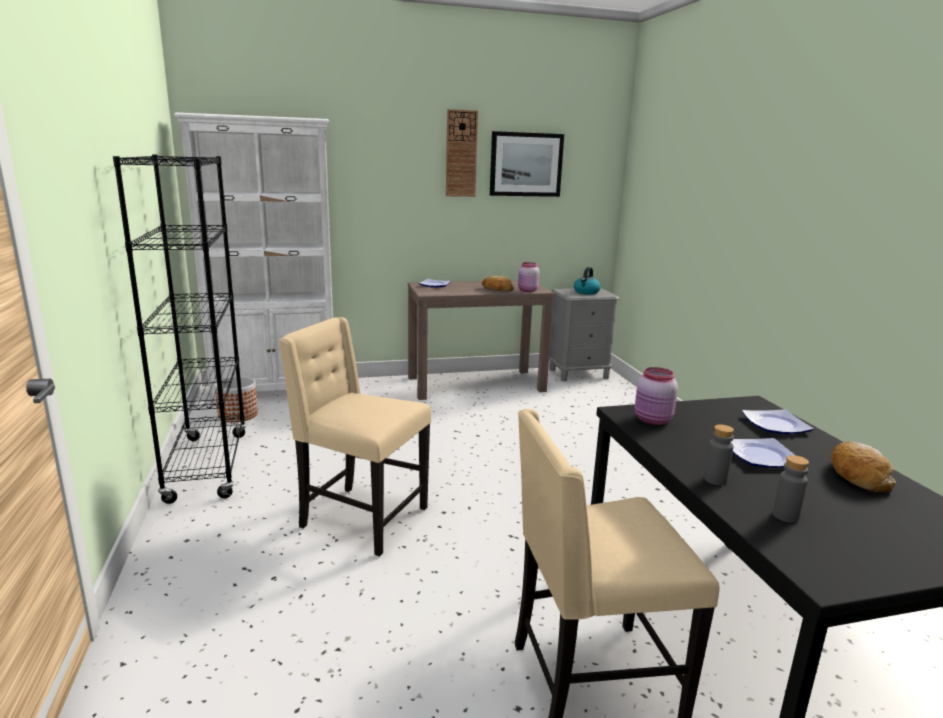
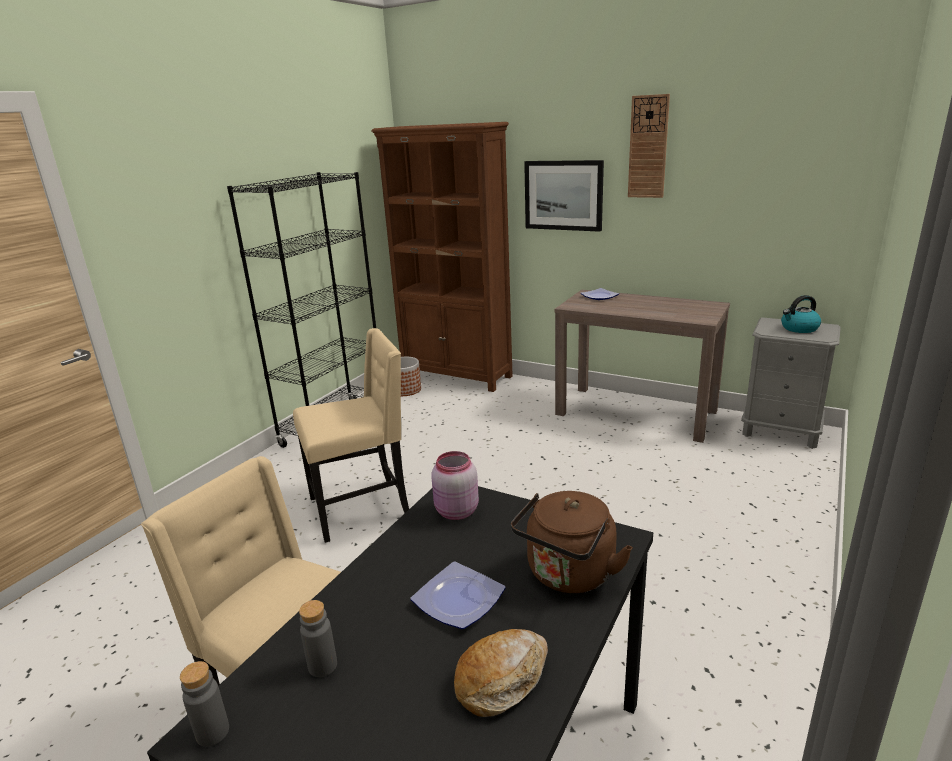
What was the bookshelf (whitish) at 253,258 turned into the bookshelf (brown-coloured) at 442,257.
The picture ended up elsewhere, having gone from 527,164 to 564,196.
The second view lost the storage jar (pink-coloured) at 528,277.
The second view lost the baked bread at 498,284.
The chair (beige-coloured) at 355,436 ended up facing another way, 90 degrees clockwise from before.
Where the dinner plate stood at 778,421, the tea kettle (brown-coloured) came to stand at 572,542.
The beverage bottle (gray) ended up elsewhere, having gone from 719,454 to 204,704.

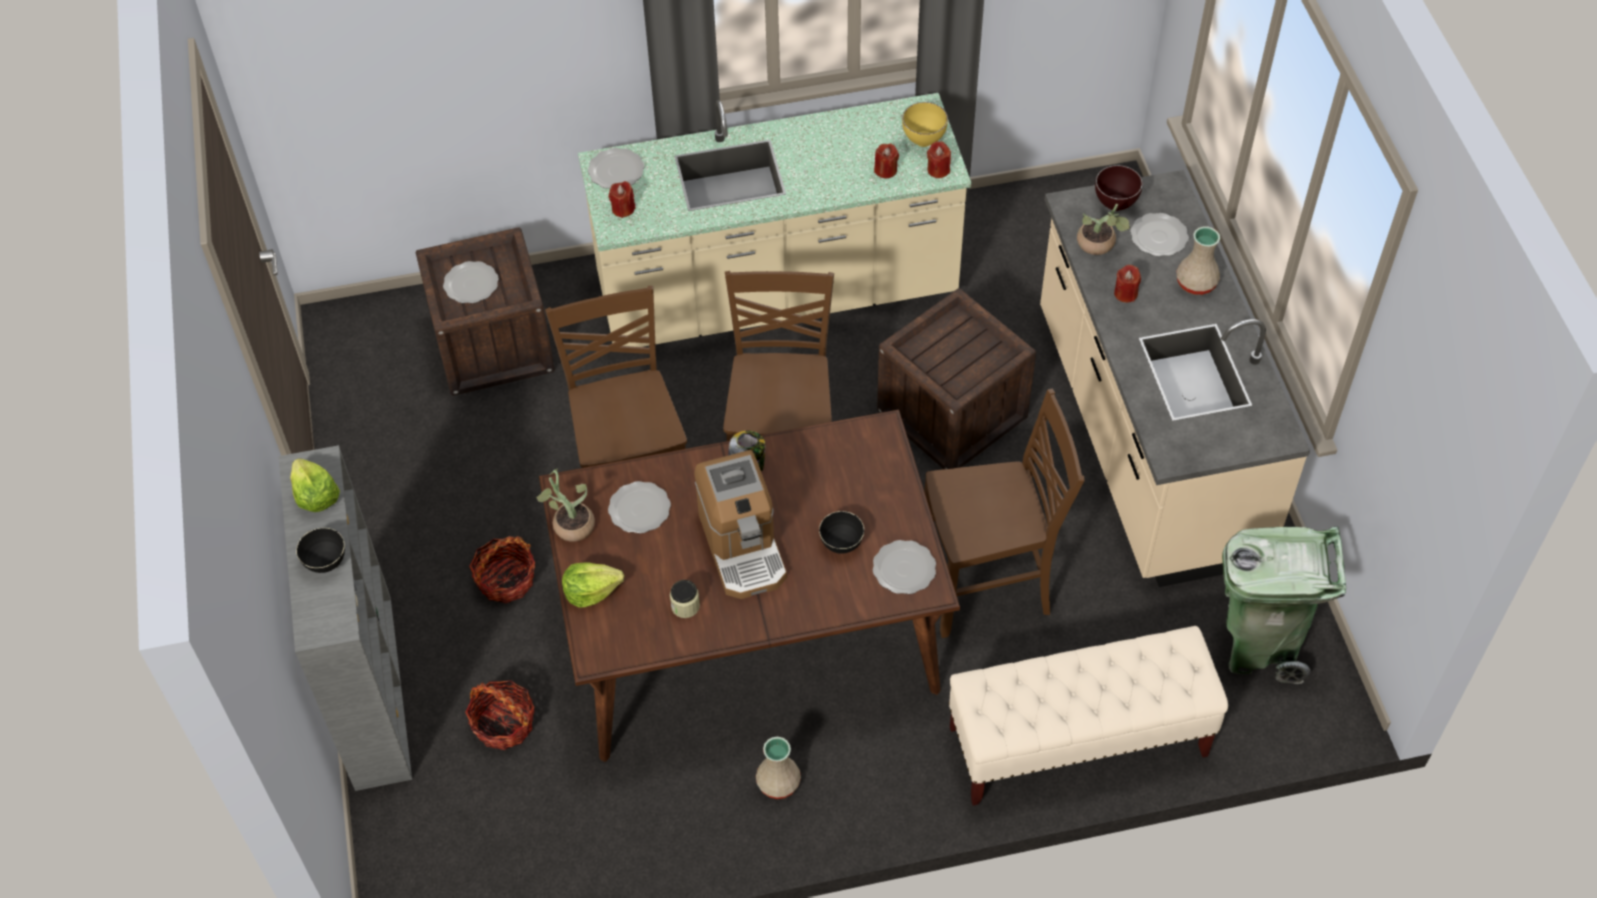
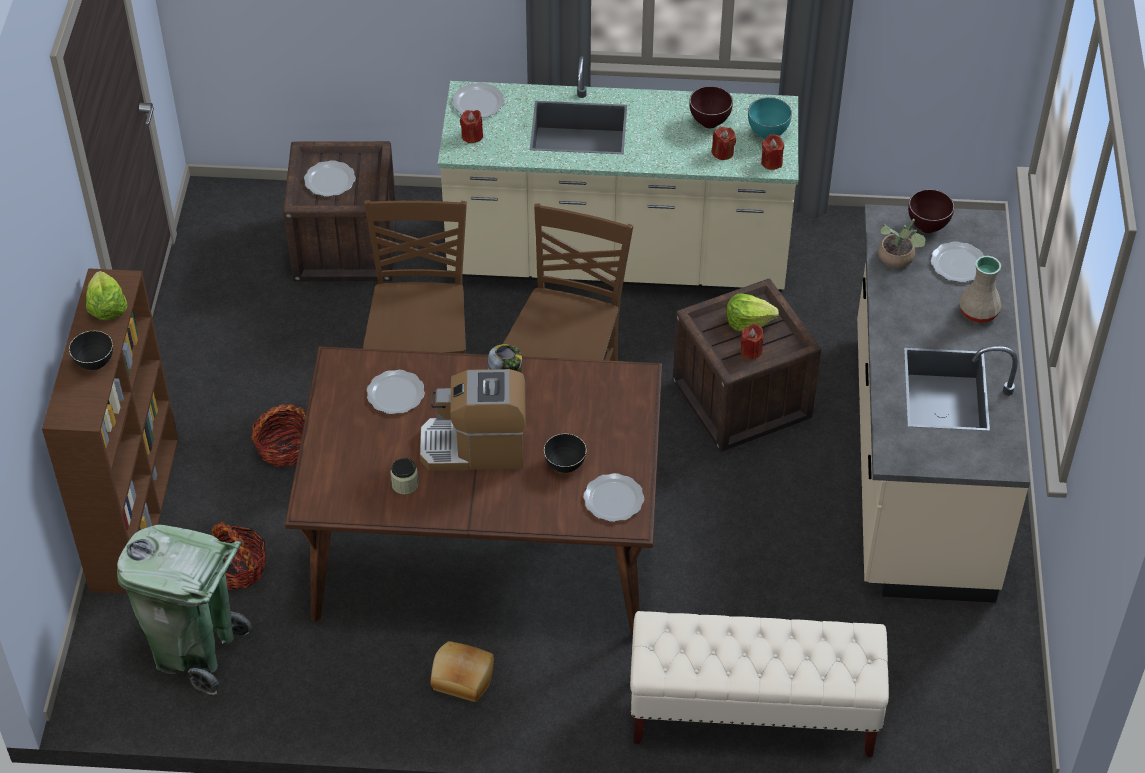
What was the serving bowl (yellow) at 925,124 turned into the serving bowl (turquoise-coloured) at 770,118.
The wax candle (red) ended up elsewhere, having gone from 1127,283 to 752,341.
The second view lost the chair (brown-coloured) at 1004,513.
What was the bookshelf (gray) at 345,618 turned into the bookshelf (brown-coloured) at 110,431.
The coffee maker at 741,524 ended up facing another way, 90 degrees clockwise from before.
The second view lost the houseplant at 565,505.
The waste bin (green-coloured) ended up elsewhere, having gone from 1284,605 to 184,610.
The lettuce ended up elsewhere, having gone from 593,585 to 752,313.
Where the flower vase (beige-coloured) stood at 778,768, the baked bread came to stand at 462,671.
The second view gained the serving bowl (brown-coloured) at 711,107.

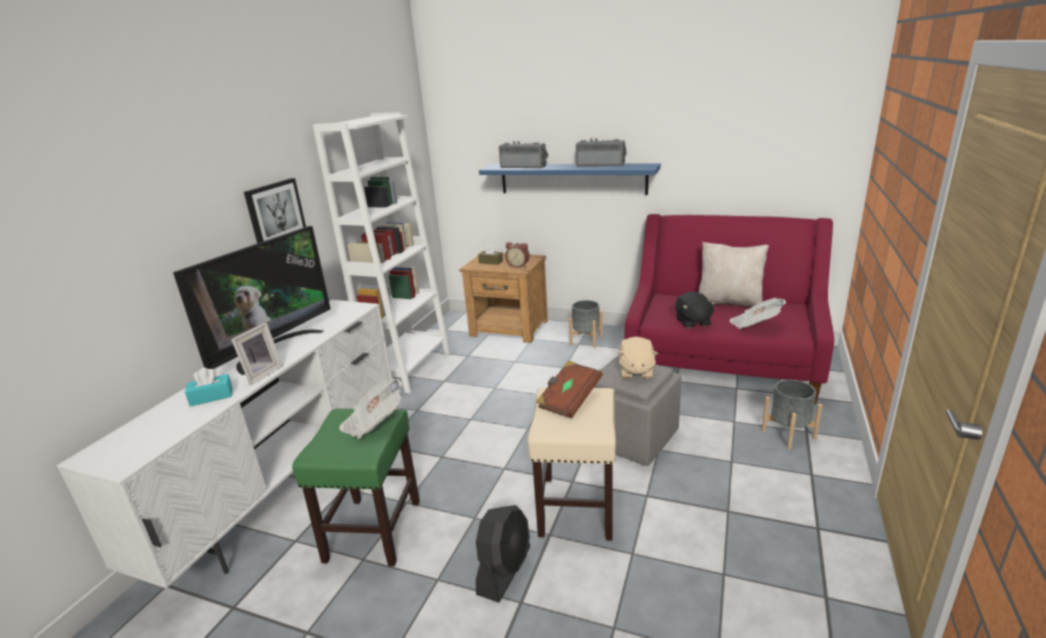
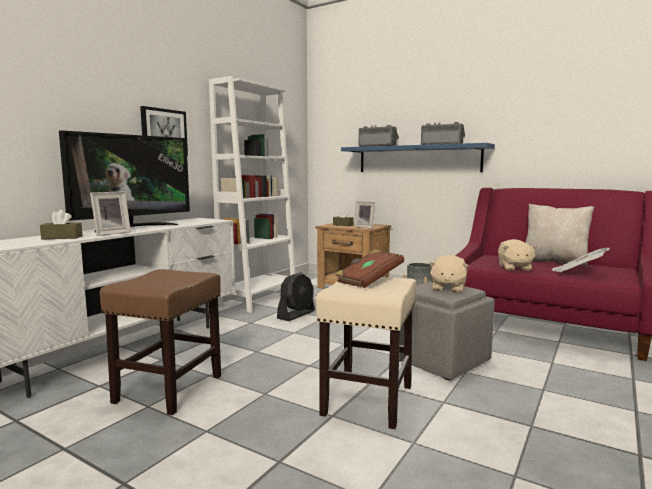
Where the bedside clock stood at 517,255, the picture frame came to stand at 364,214.
What was the cuddly toy (black) at 695,310 turned into the cuddly toy (beige-coloured) at 517,255.
What was the tissue box (turquoise-coloured) at 209,387 turned into the tissue box (brown-coloured) at 61,224.
The second view lost the daily paper at 371,409.
The second view lost the planter (gray) at 792,414.
What was the sitting stool (green-coloured) at 356,487 turned into the sitting stool (brown-coloured) at 160,342.
The electric fan (black) ended up elsewhere, having gone from 503,553 to 296,296.

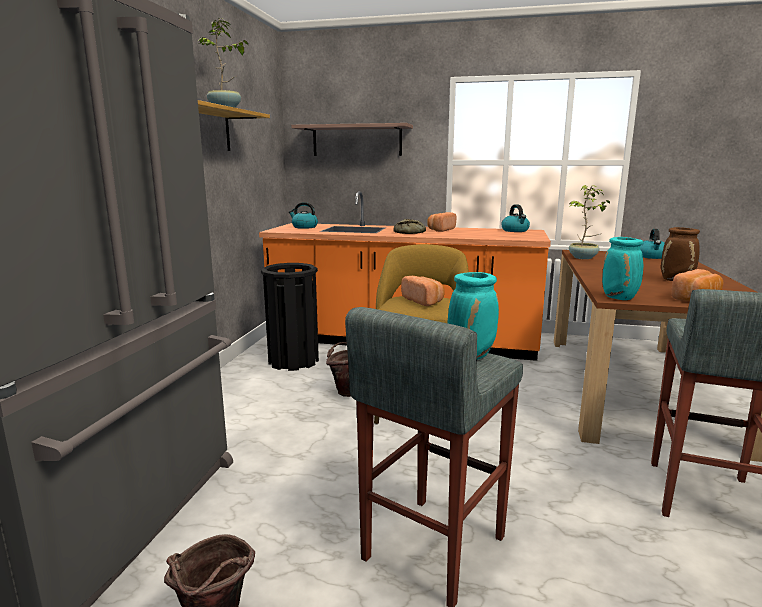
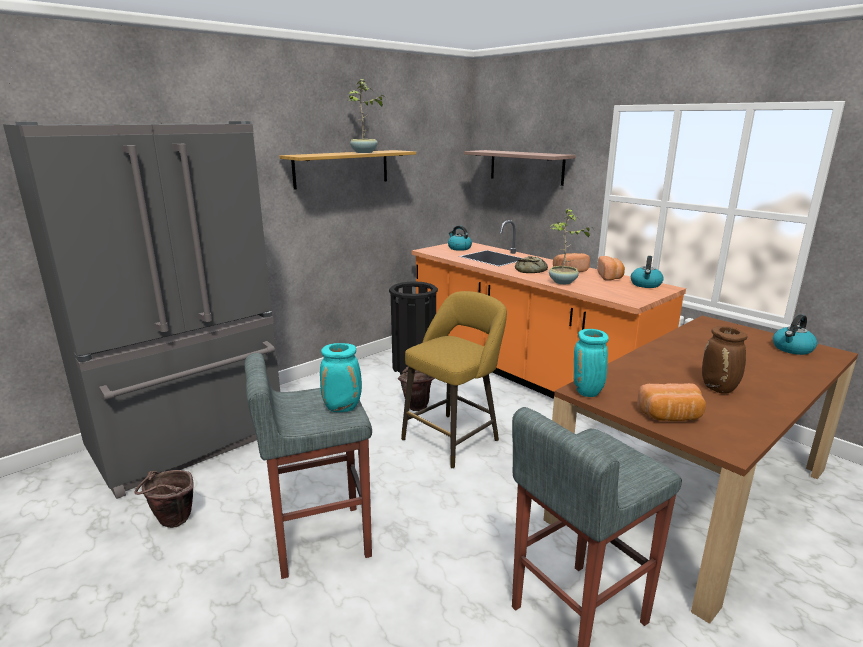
The houseplant ended up elsewhere, having gone from 589,222 to 569,246.
The baked bread ended up elsewhere, having gone from 423,291 to 611,268.

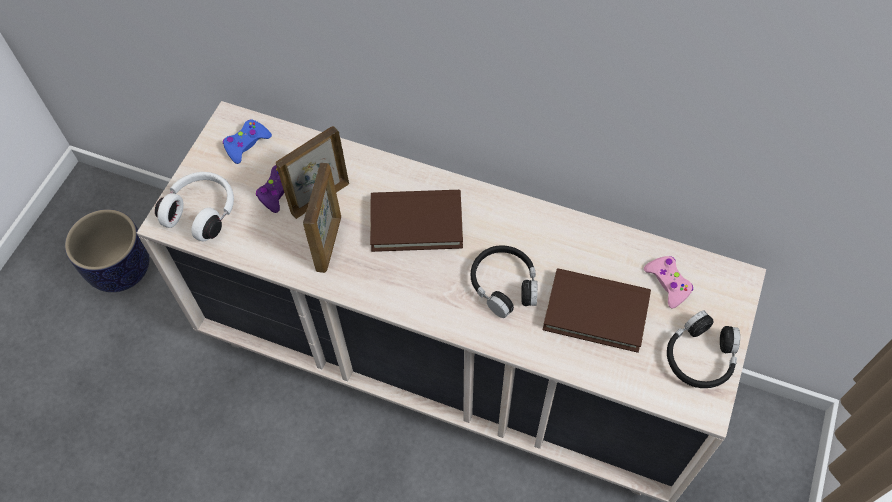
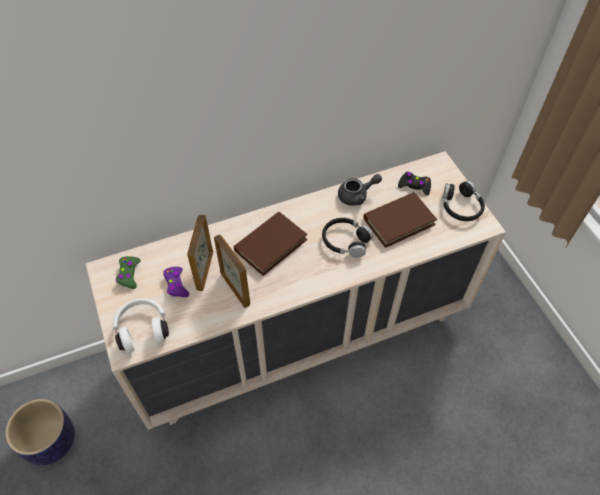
What was the joypad (bluish) at 247,141 turned into the joypad (green-coloured) at 128,272.
What was the joypad (pink-coloured) at 668,282 turned into the joypad (black) at 414,184.
The second view gained the pot for tea (gray) at 360,190.

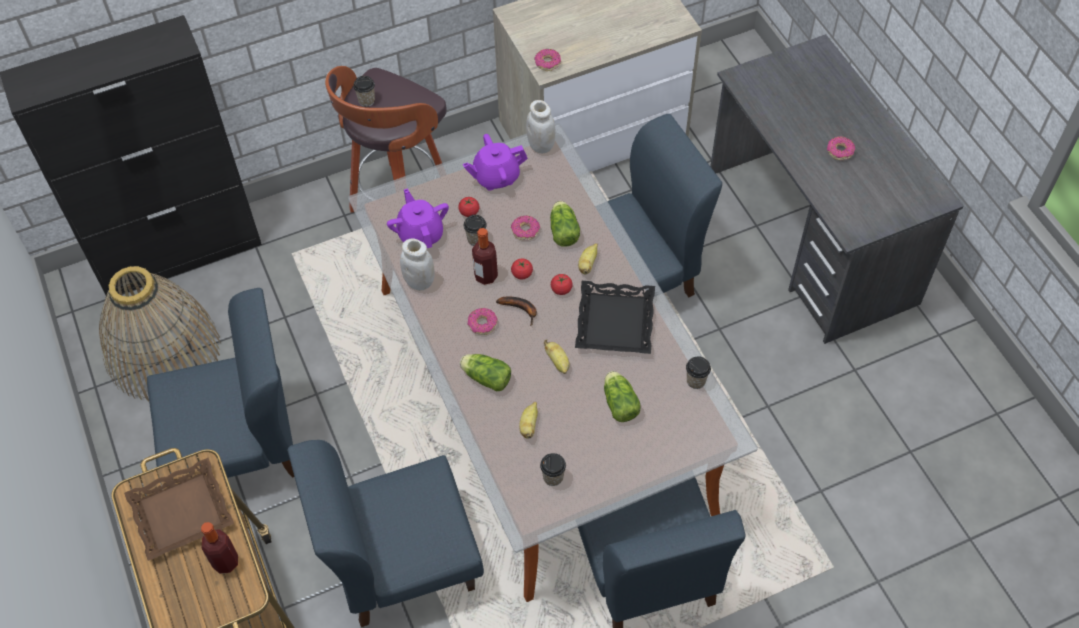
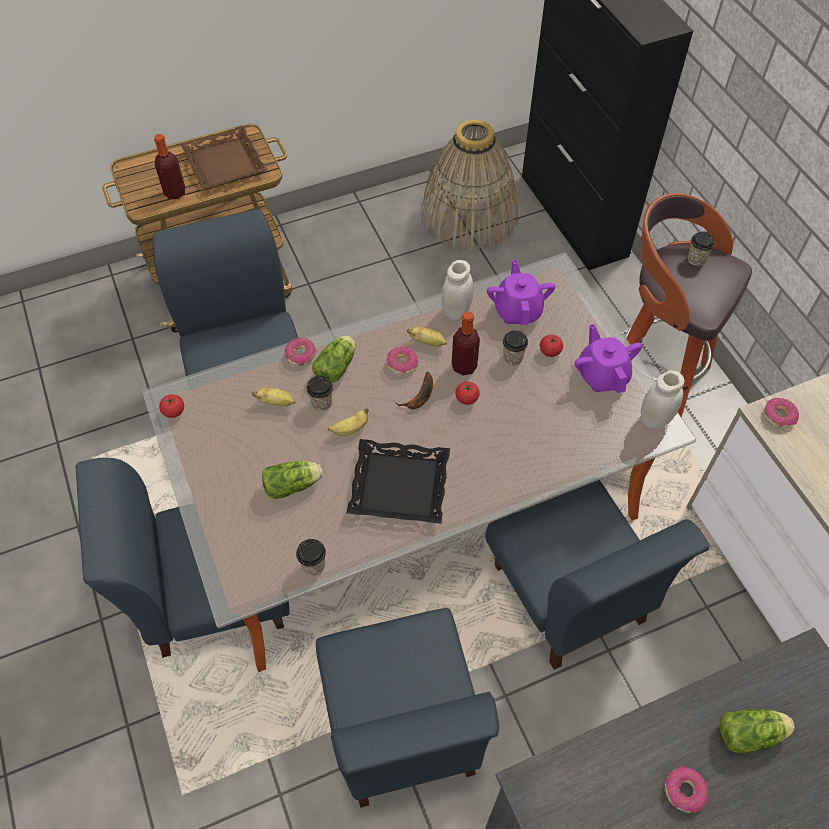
The pot for tea (purplish) at 418,218 ended up facing another way, 75 degrees counterclockwise from before.
The lettuce ended up elsewhere, having gone from 565,224 to 757,731.
The doughnut ended up elsewhere, having gone from 525,227 to 301,352.
The whole banana ended up elsewhere, having gone from 588,259 to 427,336.
The fresh tomato ended up elsewhere, having gone from 562,284 to 171,406.
The chair (bluish) ended up elsewhere, having gone from 220,383 to 407,708.
The small cup ended up elsewhere, having gone from 553,469 to 320,393.

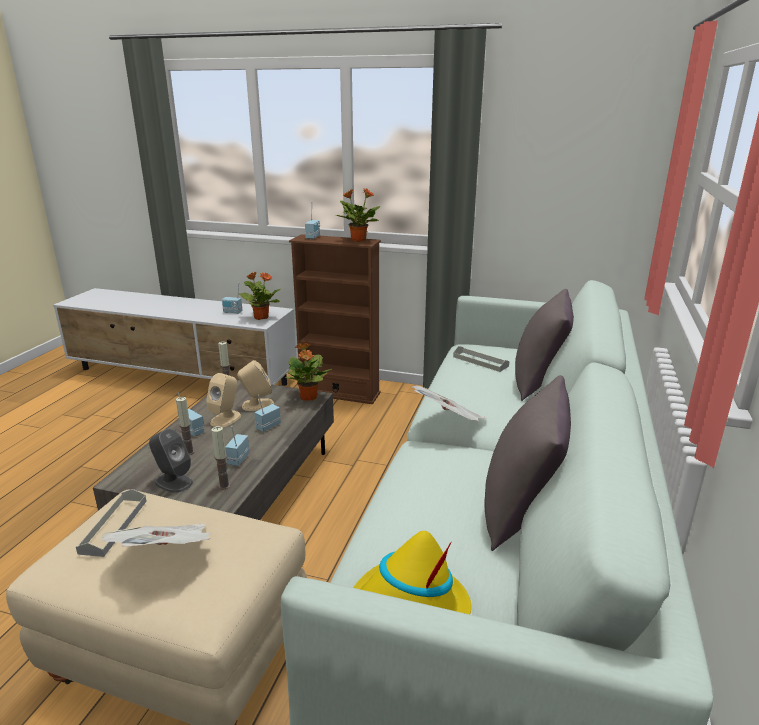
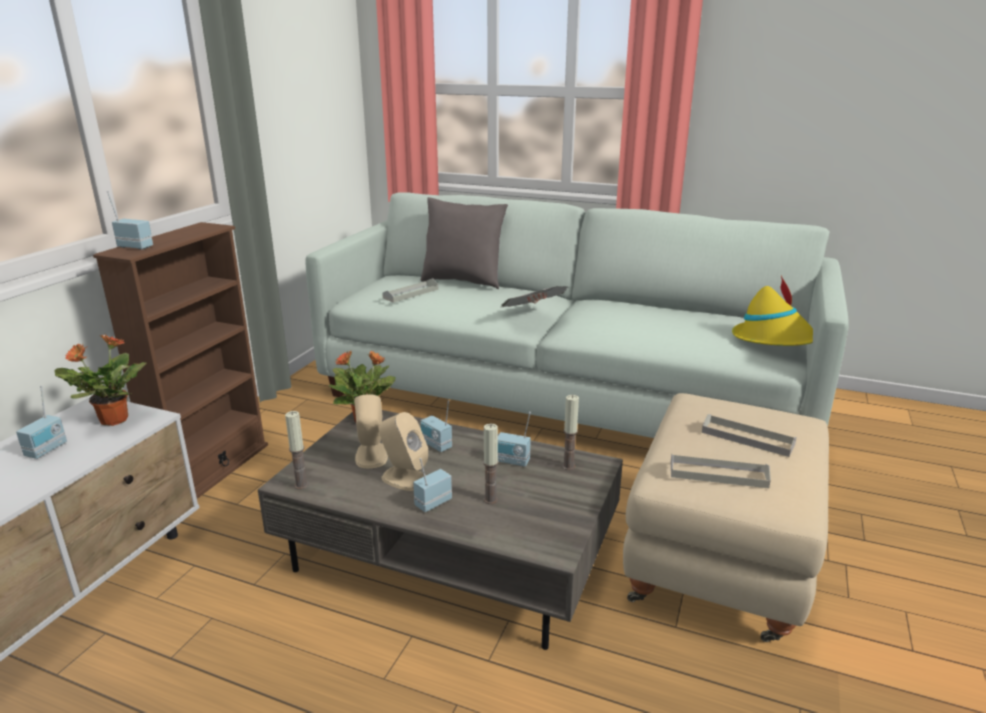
The second view lost the houseplant at 358,215.
The second view lost the pillow (gray) at 527,463.
The second view lost the audio speaker (gray) at 171,461.
Where the daily paper stood at 156,535, the serving tray (gray) came to stand at 749,435.

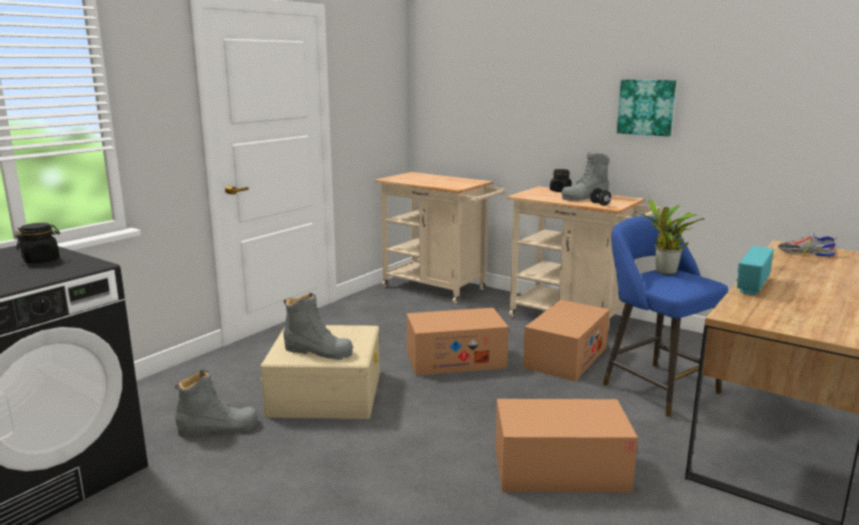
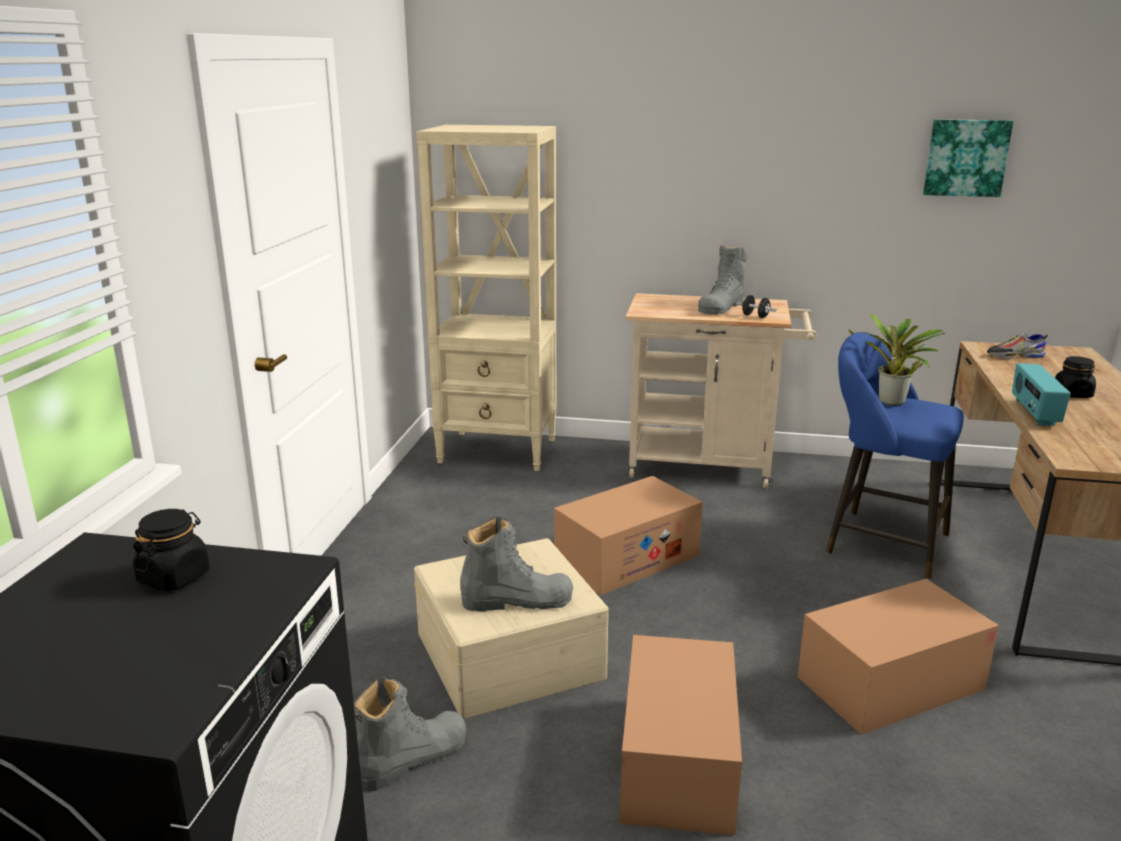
The picture ended up elsewhere, having gone from 646,107 to 968,158.
The storage jar (black) ended up elsewhere, having gone from 561,180 to 1075,377.
Where the cart (beige-coloured) stood at 440,238, the bookshelf (beige-coloured) came to stand at 487,298.
The packing box ended up elsewhere, having gone from 566,340 to 681,735.

